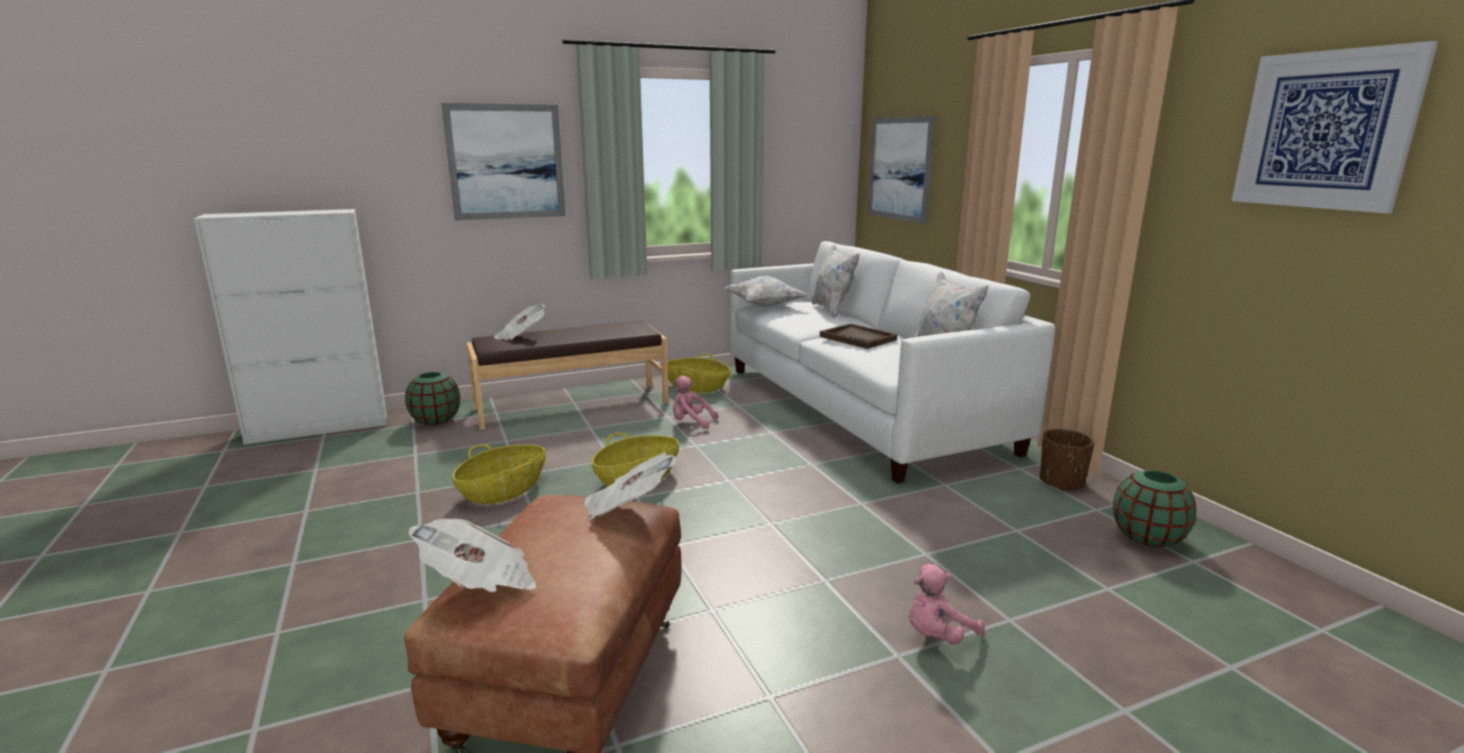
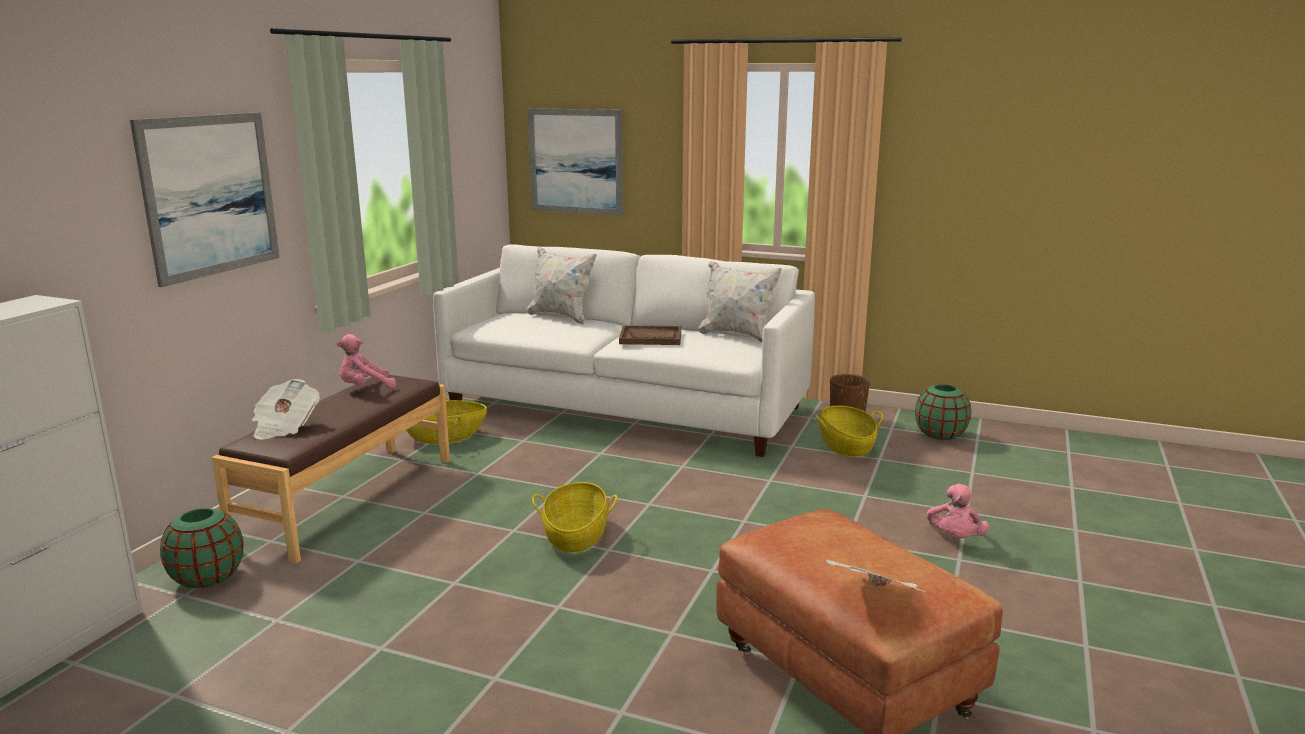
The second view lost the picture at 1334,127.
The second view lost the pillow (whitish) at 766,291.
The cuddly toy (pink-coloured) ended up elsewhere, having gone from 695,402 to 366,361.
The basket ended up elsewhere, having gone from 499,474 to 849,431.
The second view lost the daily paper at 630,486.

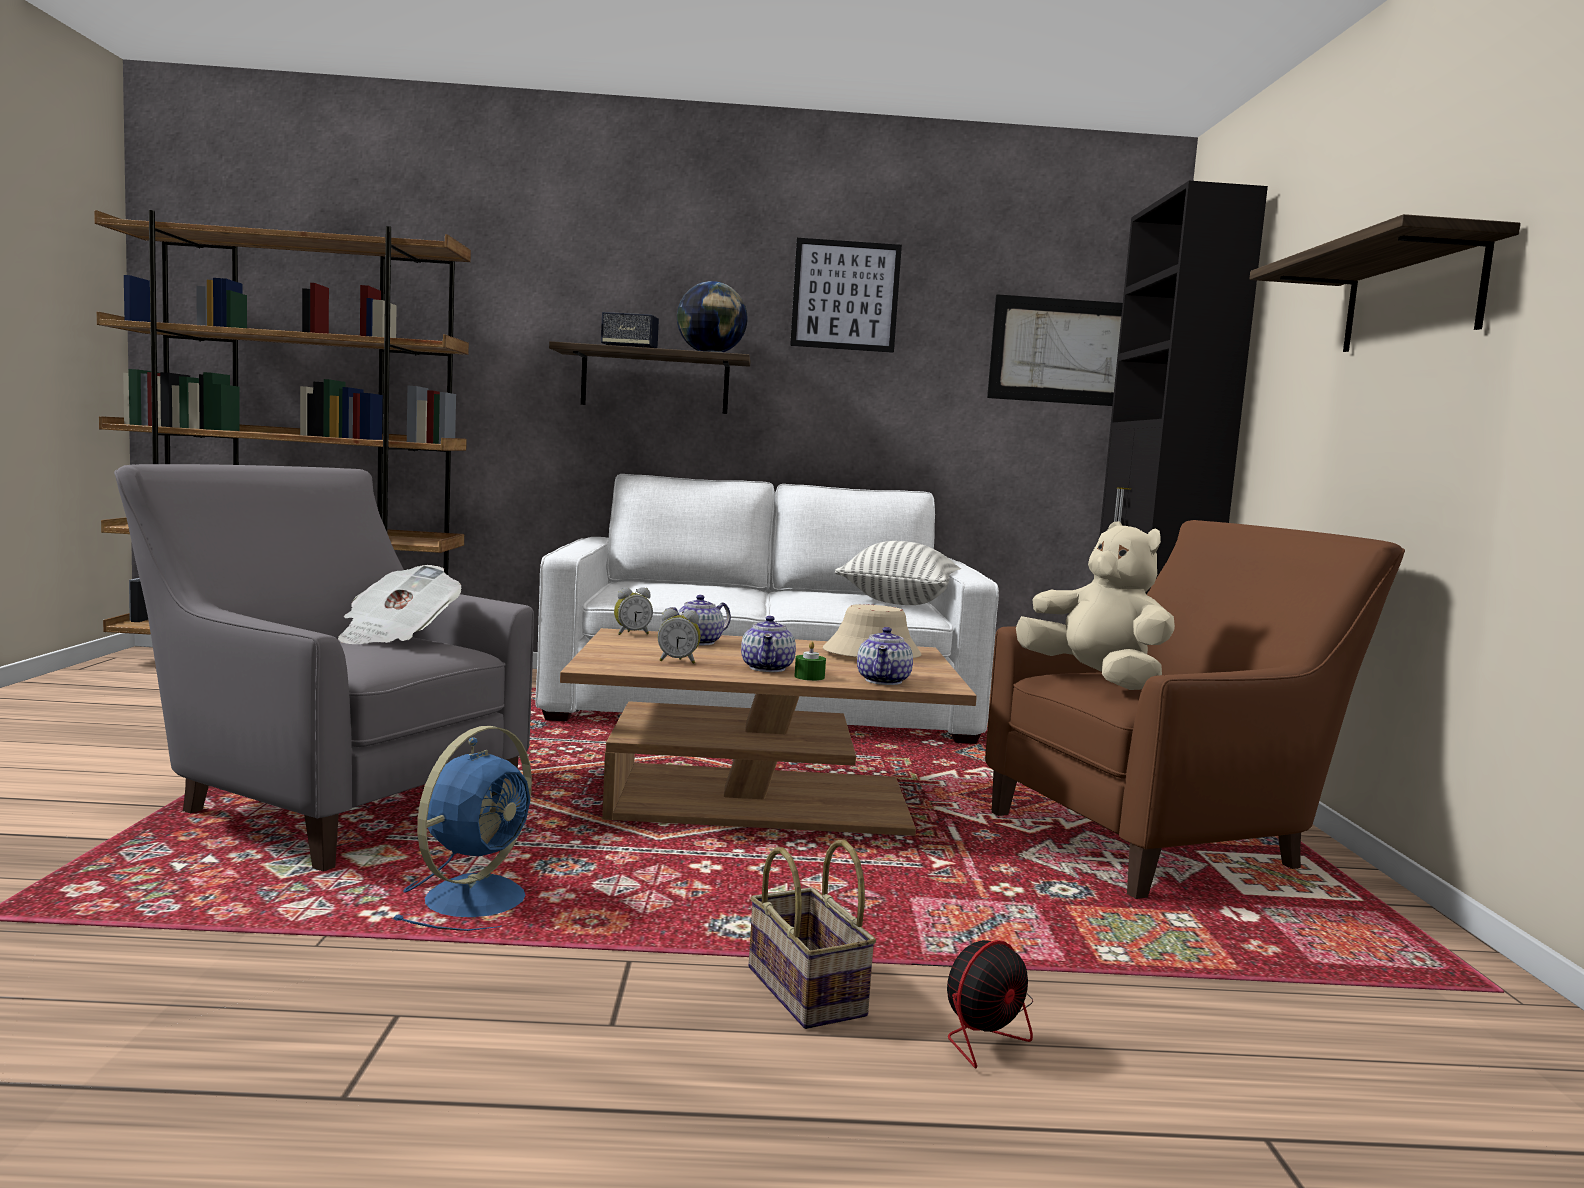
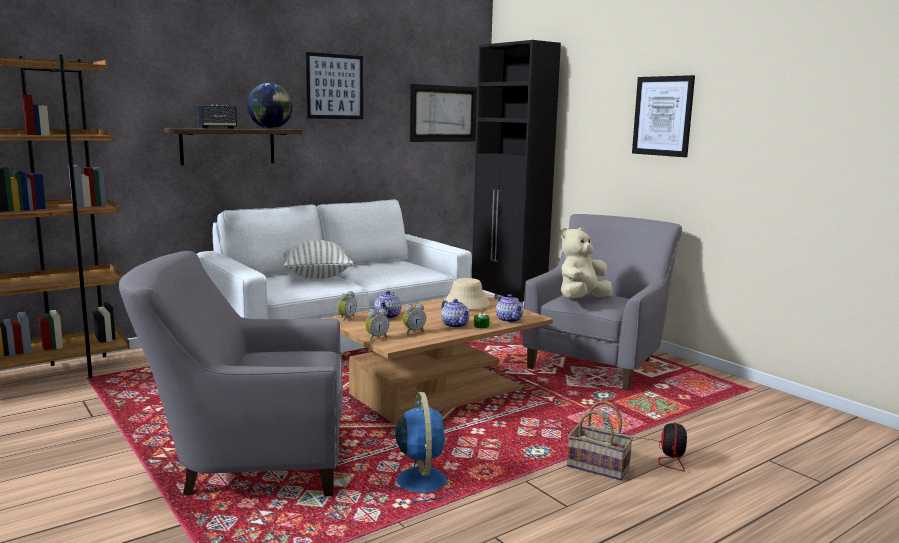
Where the wall shelf hung at 1385,283, the picture came to hang at 663,116.
What was the armchair (brown-coloured) at 1195,709 turned into the armchair (gray) at 602,302.
The cuddly toy (beige-coloured) at 1095,605 ended up facing another way, 60 degrees counterclockwise from before.
The pillow ended up elsewhere, having gone from 898,573 to 318,259.
The second view lost the daily paper at 400,604.
The second view gained the bedside clock at 377,324.

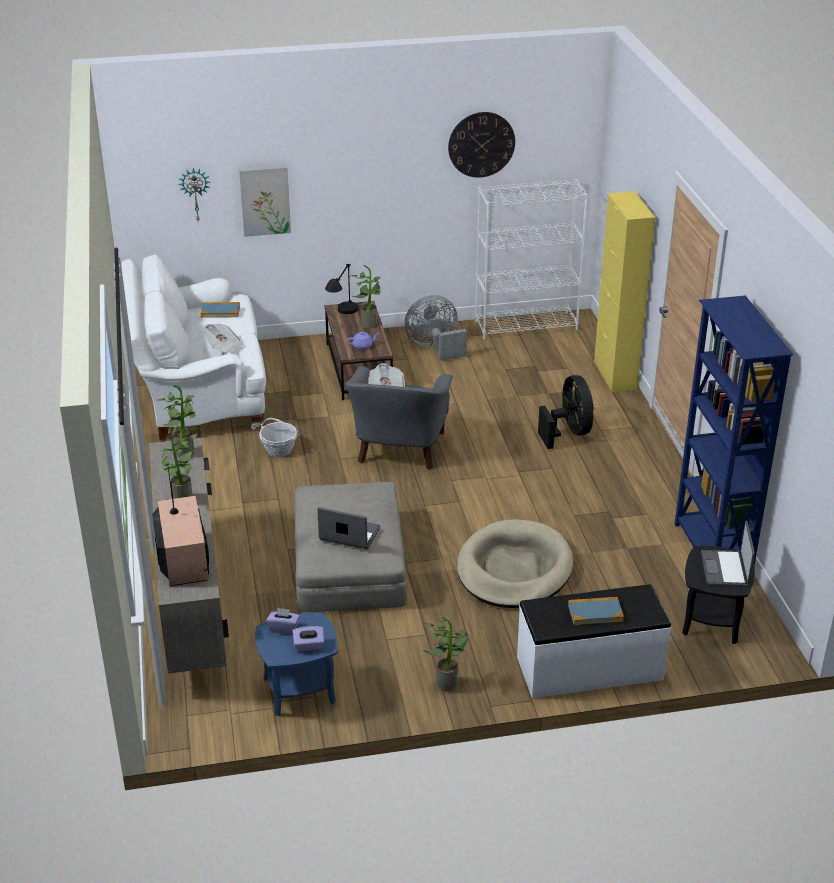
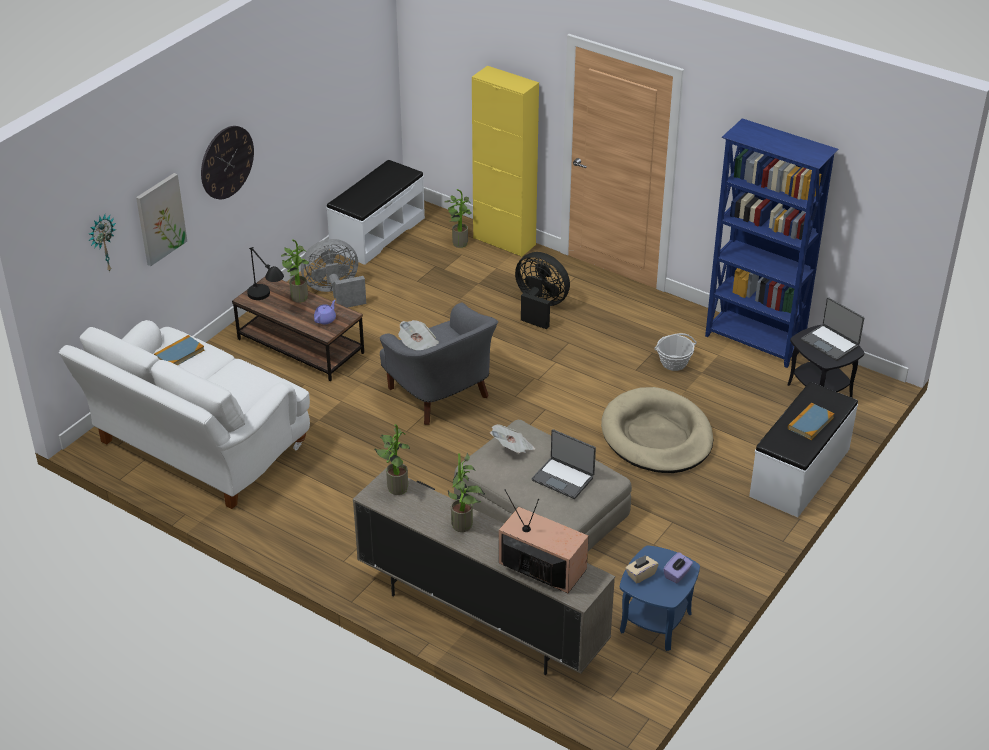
The hanging clock ended up elsewhere, having gone from 481,145 to 227,162.
Where the bookshelf (whitish) stood at 531,259, the long seat (whitish) came to stand at 375,212.
The electric fan (gray) at 435,328 ended up facing another way, 45 degrees clockwise from before.
The daily paper ended up elsewhere, having gone from 223,340 to 512,438.
The basket ended up elsewhere, having gone from 278,437 to 676,352.
The portable computer at 348,528 ended up facing another way, 120 degrees counterclockwise from before.
What was the tissue box (purplish) at 283,620 turned into the tissue box (beige-coloured) at 642,569.
The houseplant ended up elsewhere, having gone from 445,653 to 458,218.

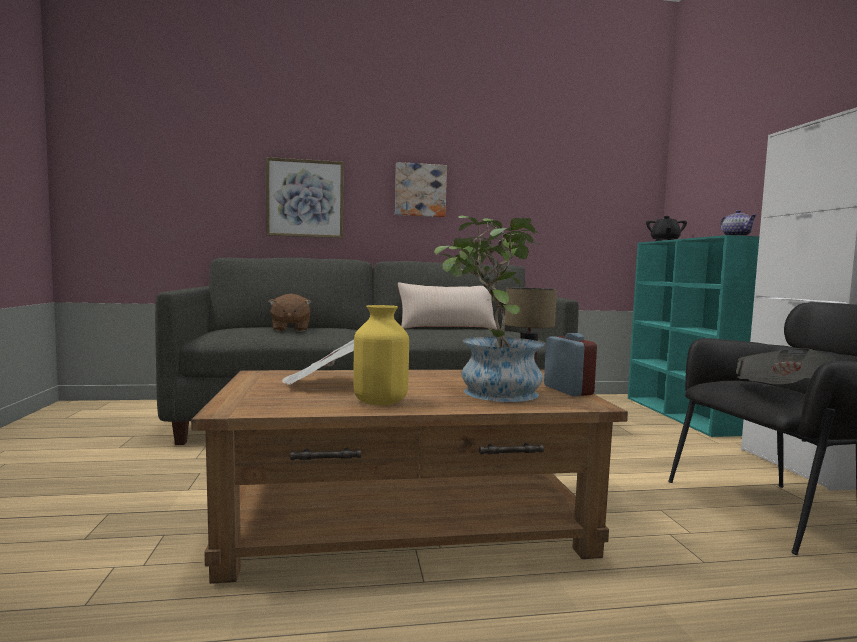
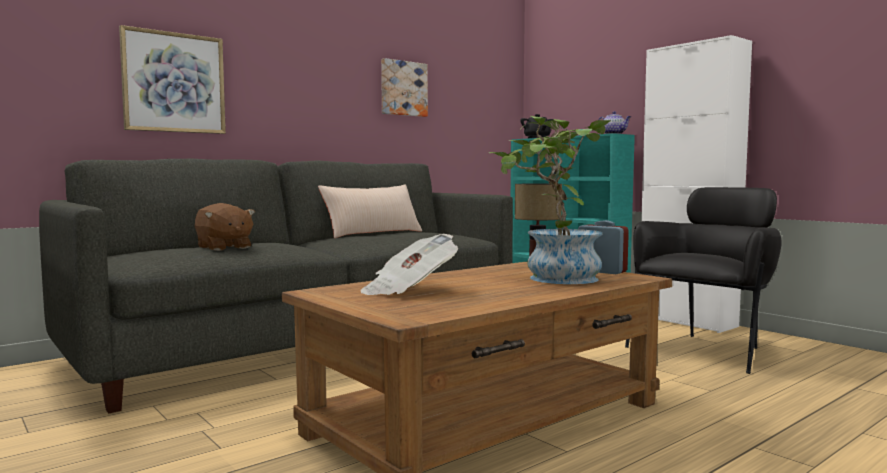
The picture ended up elsewhere, having gone from 421,189 to 404,87.
The second view lost the flower vase (yellow) at 381,355.
The second view lost the daily paper at 786,366.

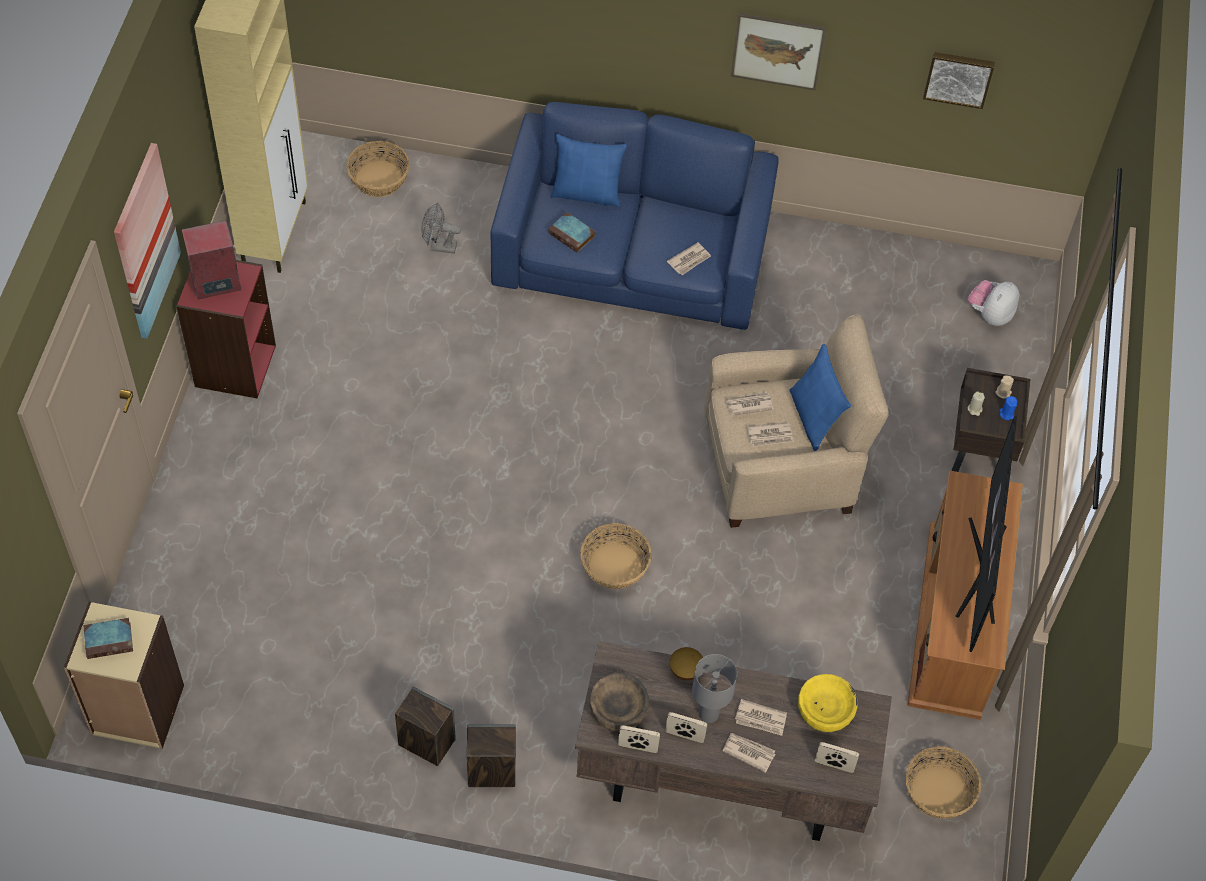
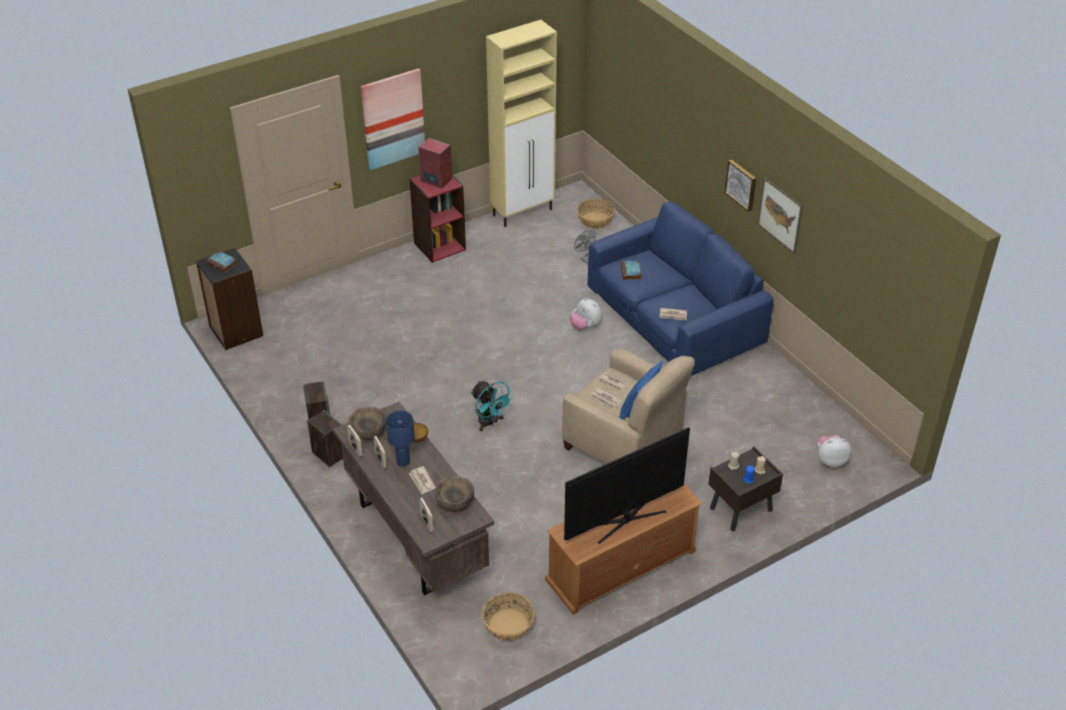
The picture ended up elsewhere, having gone from 959,80 to 740,186.
The second view lost the pillow (bluish) at 589,170.
Where the basket stood at 616,556, the electric fan (turquoise-coloured) came to stand at 492,406.
What was the bookshelf (beige-coloured) at 124,675 turned into the bookshelf (black) at 229,299.
What was the lamp for a table (gray) at 714,688 turned into the lamp for a table (bluish) at 400,439.
What was the serving bowl (yellow) at 828,703 turned into the serving bowl (brown-coloured) at 454,494.
The second view lost the daily paper at 749,753.
The second view gained the cuddly toy at 586,314.

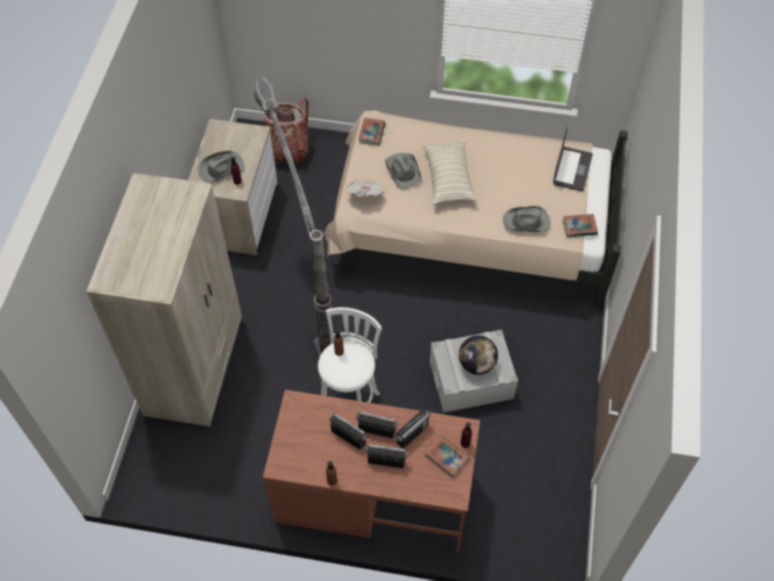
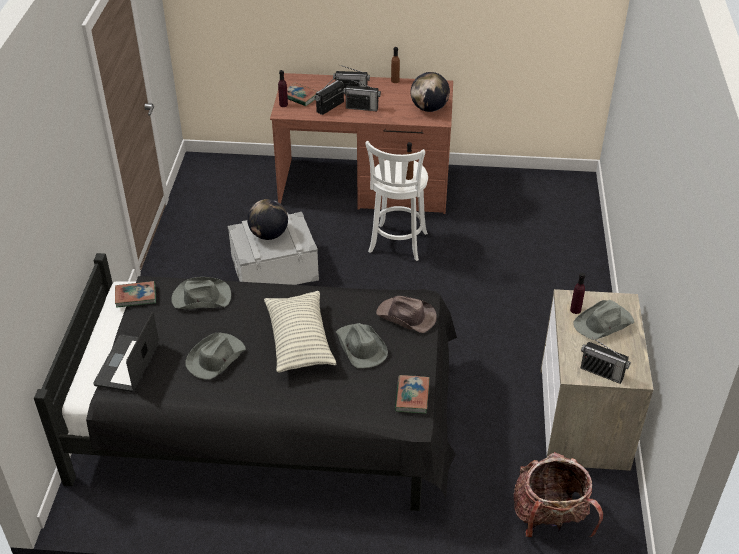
The second view lost the standard lamp at 293,217.
What was the sleeping bed (beige-coloured) at 476,209 turned into the sleeping bed (black) at 245,382.
The second view lost the wardrobe (beige-coloured) at 164,300.
Where the daily paper stood at 365,188, the clothing hat (brown-coloured) came to stand at 406,314.
The radio set ended up elsewhere, having gone from 348,431 to 606,360.
The second view gained the world globe at 430,92.
The second view gained the clothing hat (gray) at 216,356.

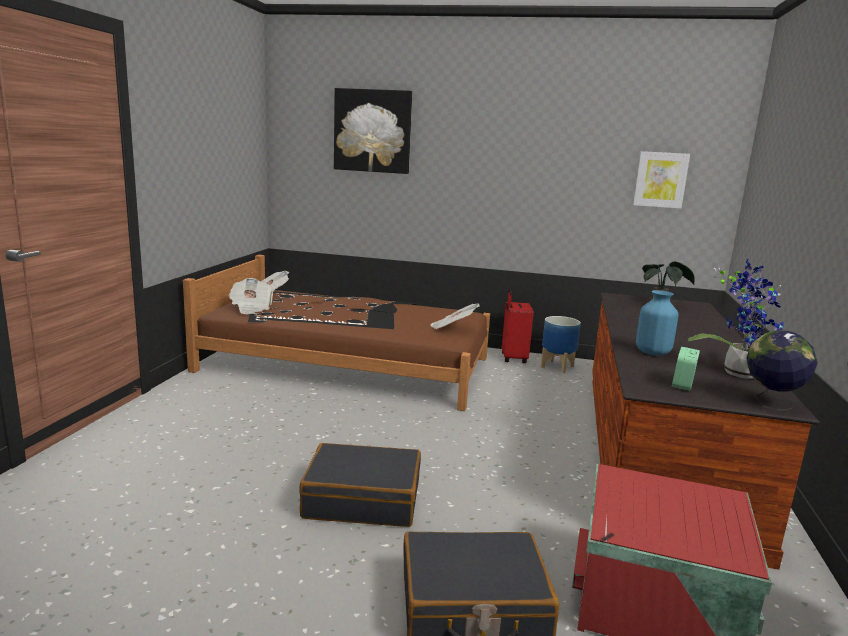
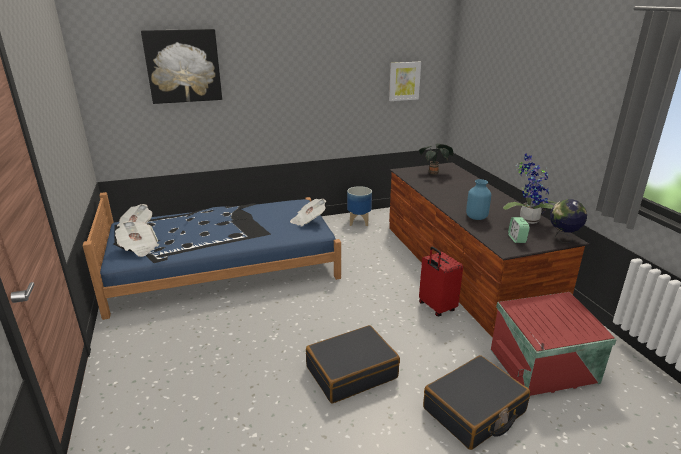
What was the sleeping bed (brown-coloured) at 336,333 turned into the sleeping bed (bluish) at 211,256.
The piece of luggage (red) ended up elsewhere, having gone from 518,326 to 441,281.

